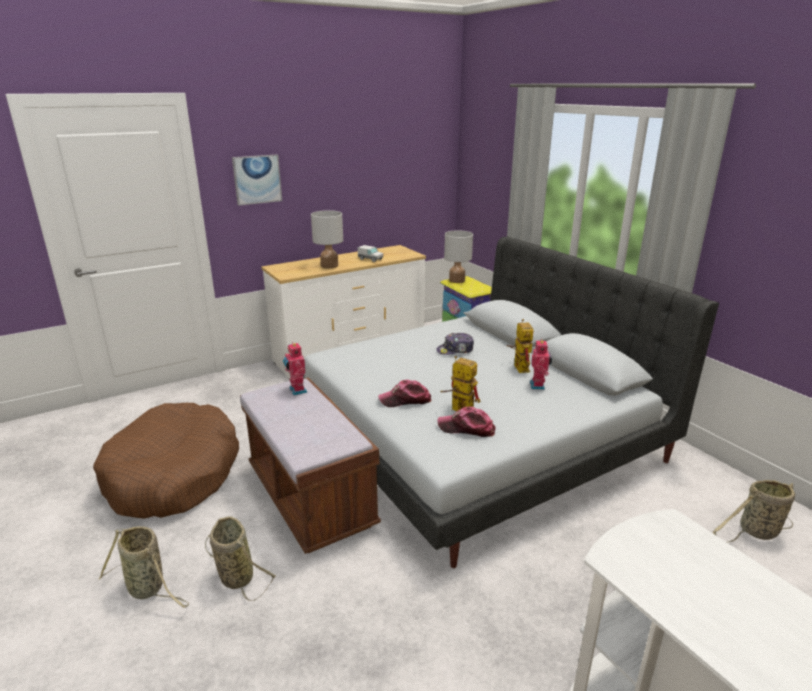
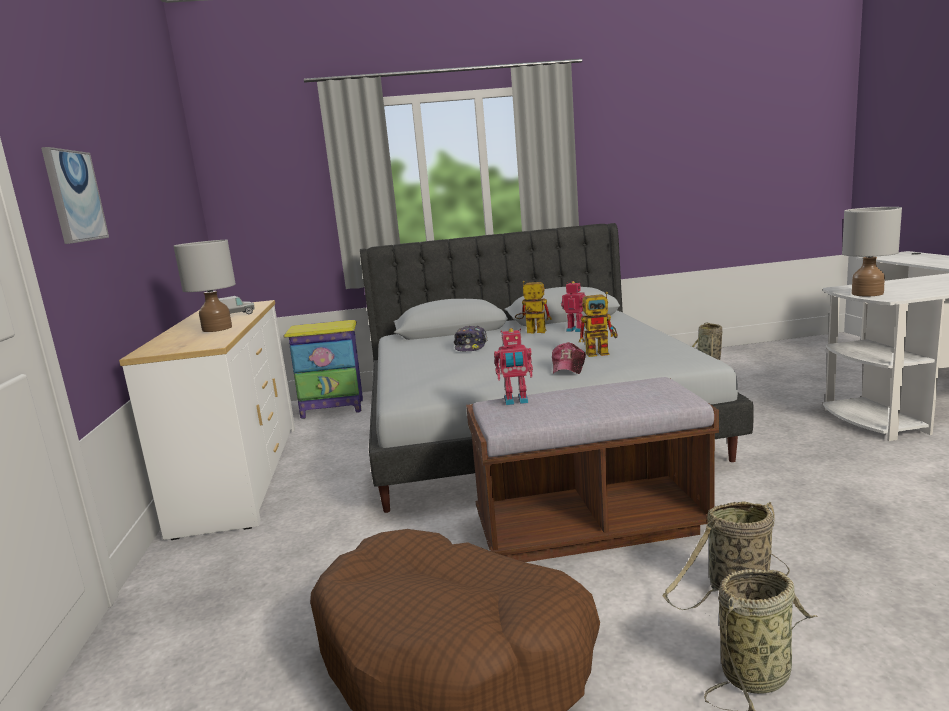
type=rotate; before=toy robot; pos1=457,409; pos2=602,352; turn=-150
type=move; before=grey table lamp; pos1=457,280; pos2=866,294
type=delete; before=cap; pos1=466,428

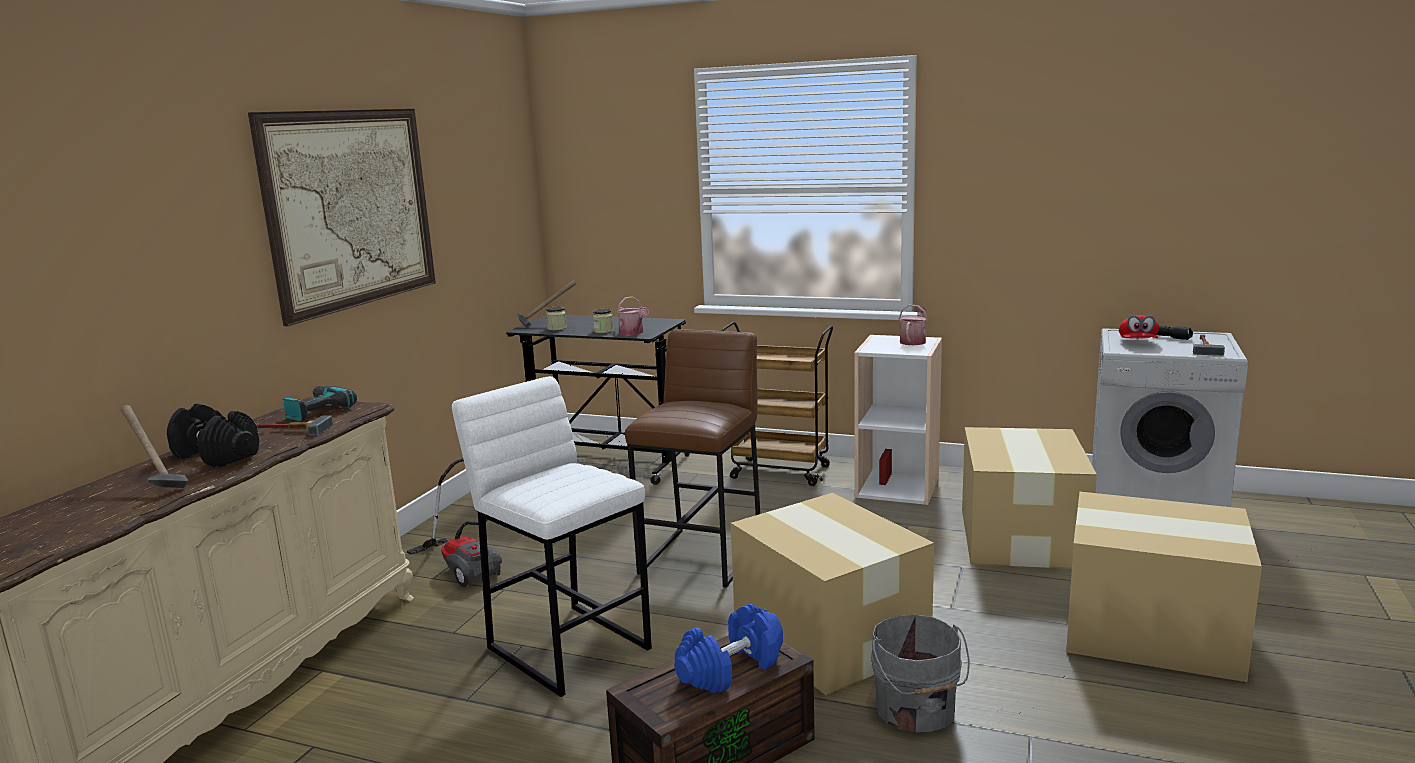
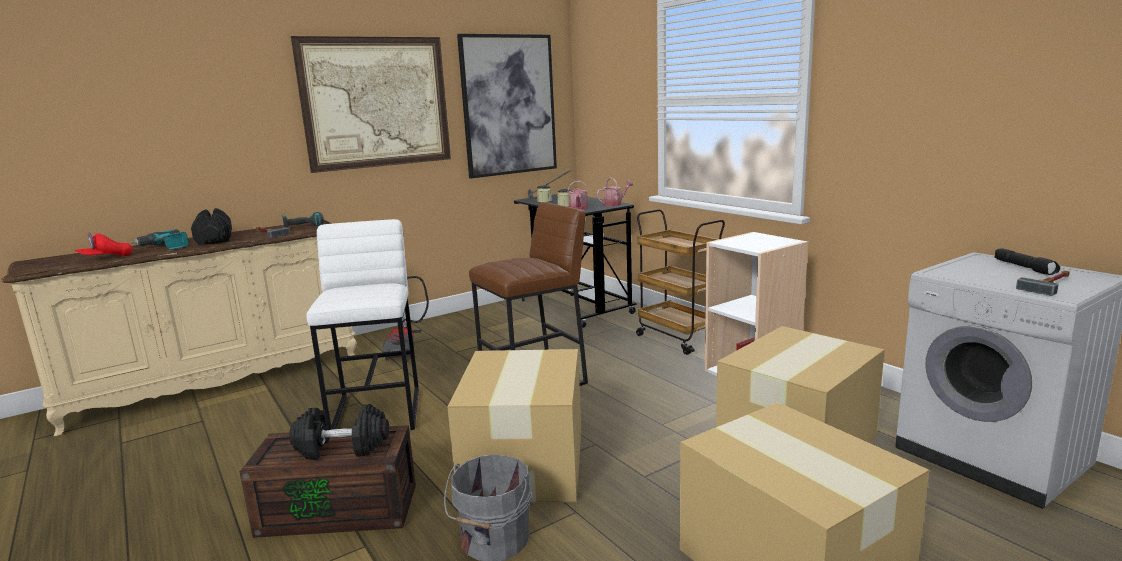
type=move; before=red cap; pos1=1138,343; pos2=106,258
type=replace; before=hammer; after=power drill; pos1=155,482; pos2=165,247
type=recolor; before=blue dumbbell; after=black dumbbell; pos1=730,669; pos2=342,448
type=insert; after=picture; pos2=508,105
type=move; before=watering can; pos1=913,341; pos2=614,204

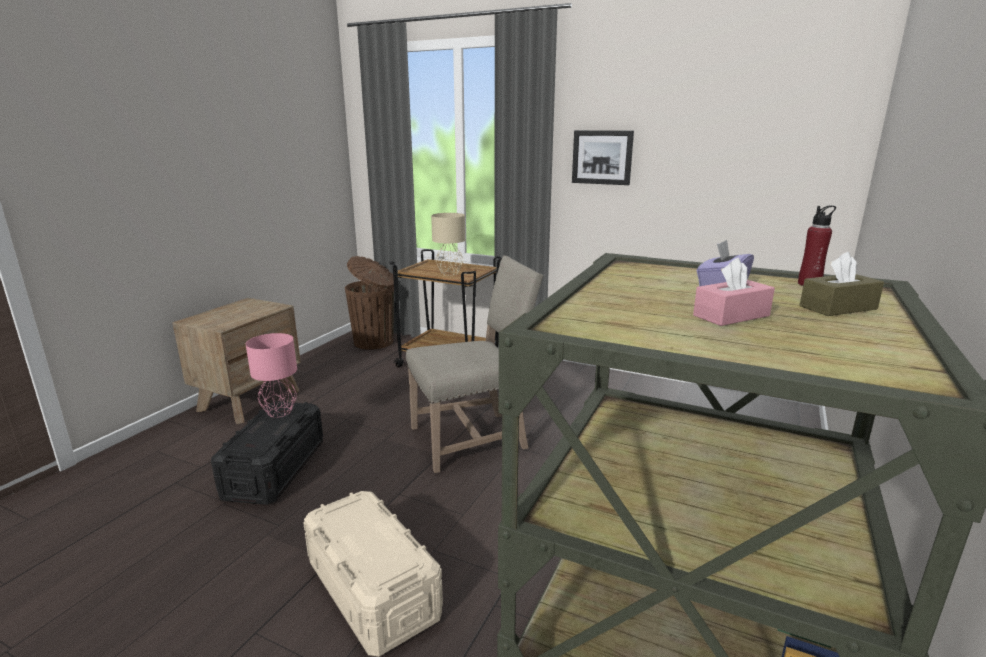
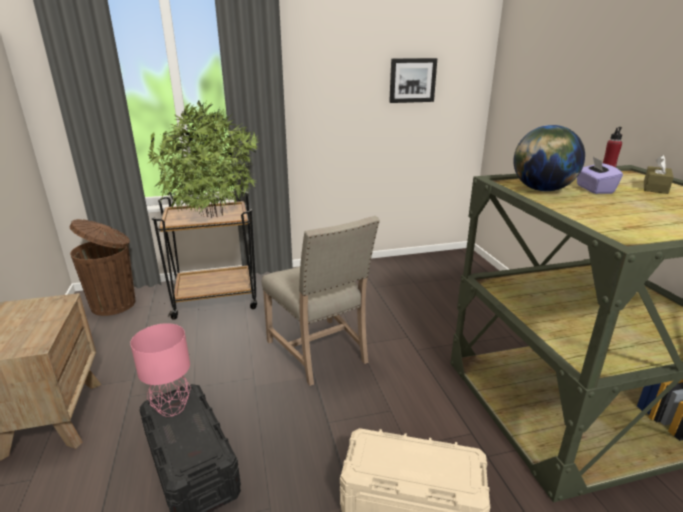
type=replace; before=beige table lamp; after=potted plant; pos1=450,273; pos2=213,216
type=rotate; before=beige chair; pos1=472,438; pos2=320,352; turn=120
type=move; before=picture; pos1=602,157; pos2=412,80
type=insert; after=globe; pos2=541,190
type=delete; before=pink tissue box; pos1=731,315

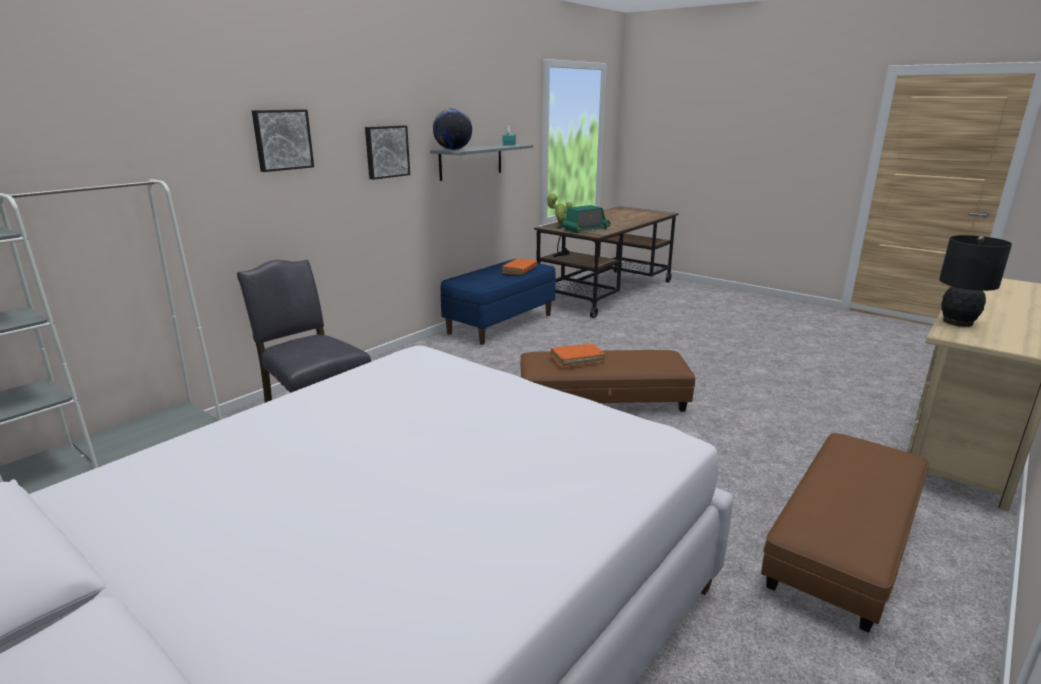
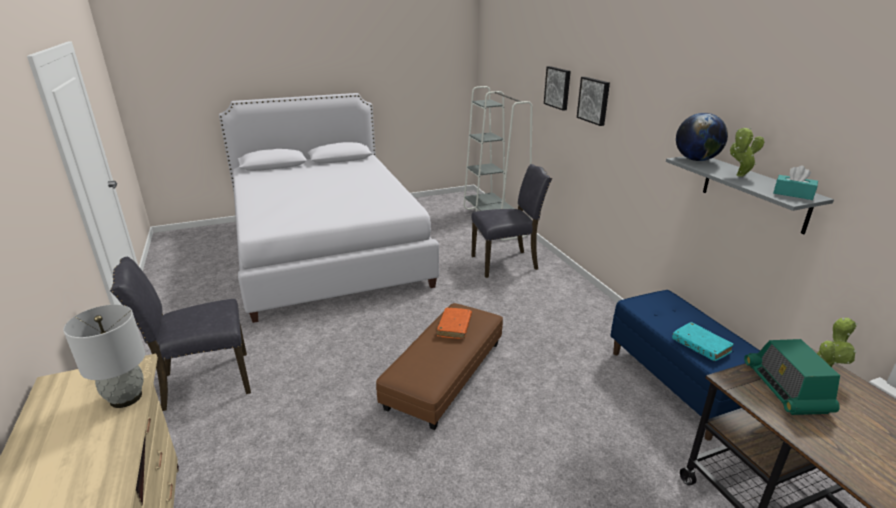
type=recolor; before=black table lamp; after=white table lamp; pos1=957,322; pos2=126,397
type=replace; before=brown ottoman; after=grey chair; pos1=844,542; pos2=203,382
type=move; before=picture; pos1=386,151; pos2=558,87
type=recolor; before=orange book; after=turquoise book; pos1=519,270; pos2=700,346
type=insert; after=potted plant; pos2=738,176

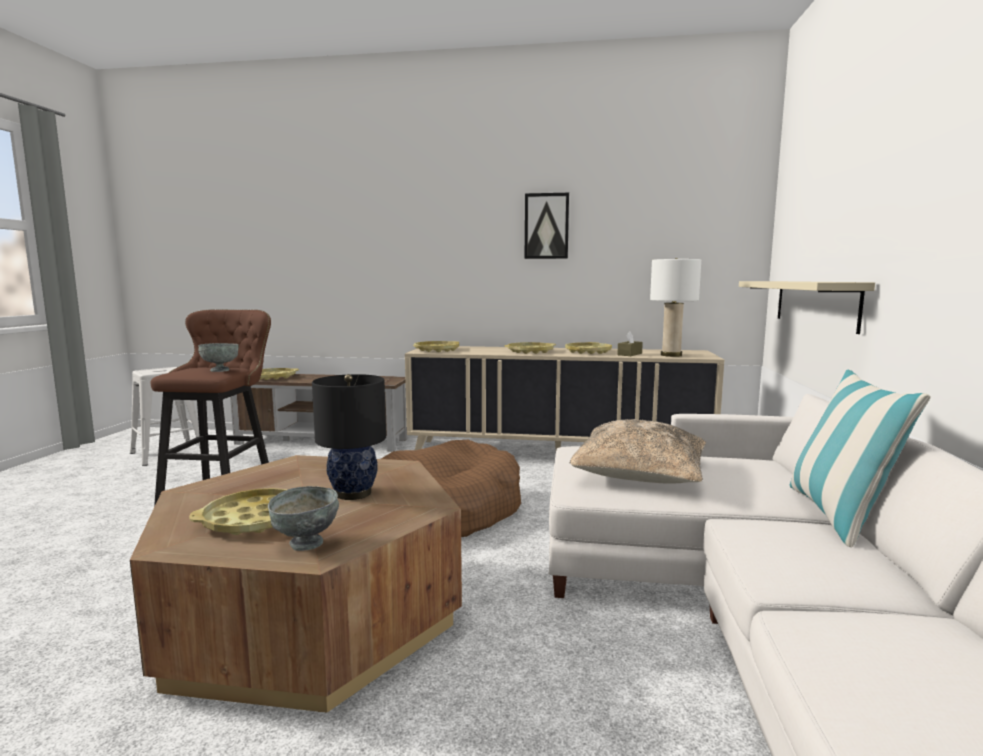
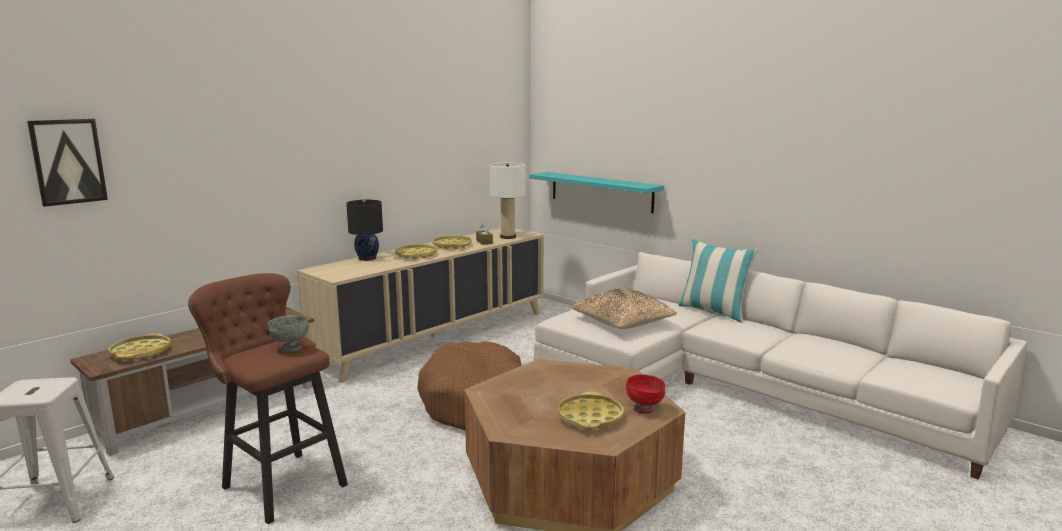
type=move; before=picture; pos1=546,226; pos2=68,161
type=move; before=black table lamp; pos1=353,493; pos2=367,258
type=recolor; before=beige shelf; after=turquoise shelf; pos1=814,303; pos2=601,191
type=recolor; before=grey bowl; after=red bowl; pos1=306,544; pos2=644,409
type=delete; before=yellow tray; pos1=436,350

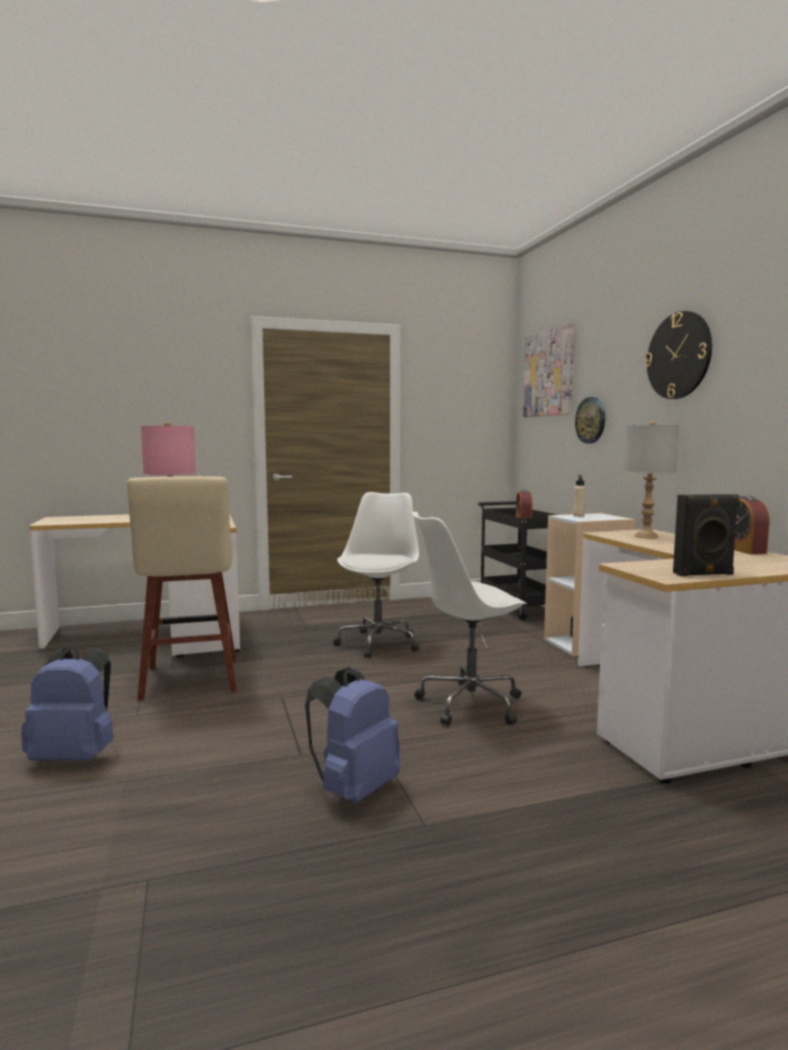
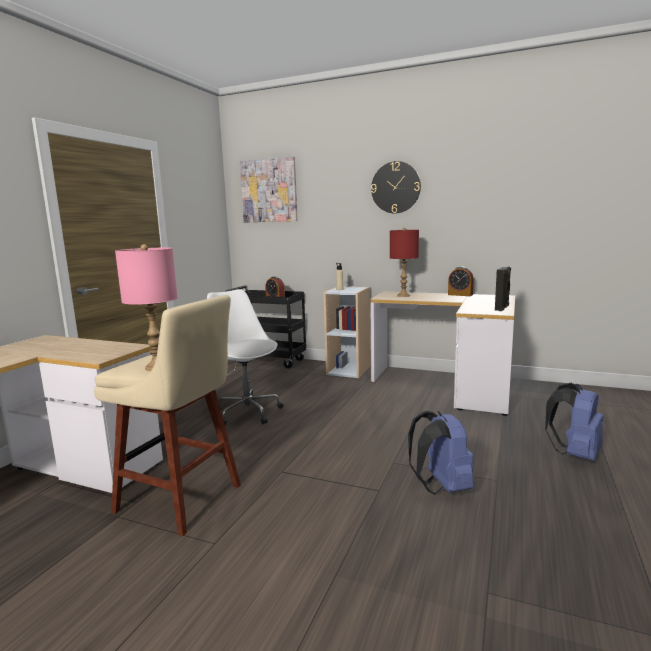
type=recolor; before=grey table lamp; after=red table lamp; pos1=647,536; pos2=403,295
type=move; before=blue backpack; pos1=76,756; pos2=575,454
type=delete; before=white office chair; pos1=467,705
type=delete; before=wall clock; pos1=591,420

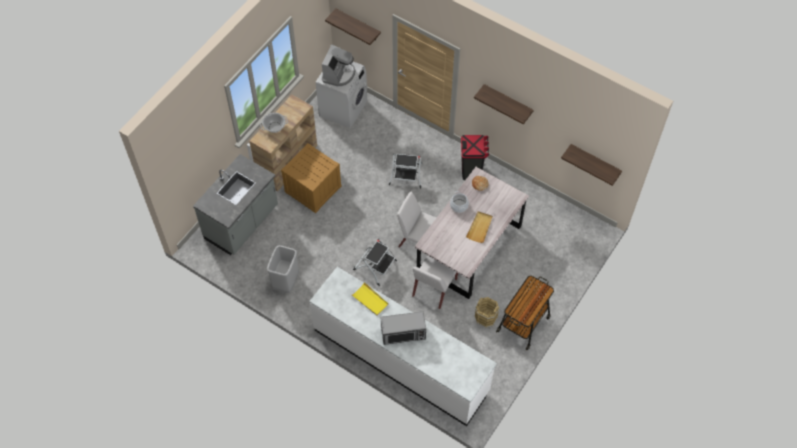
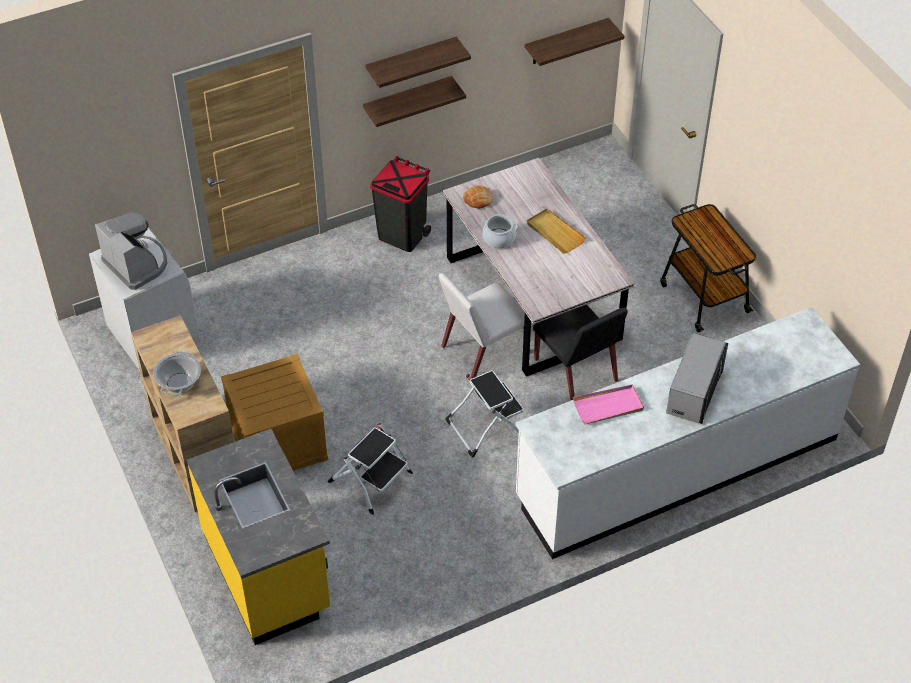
type=recolor; before=grey counter; after=yellow counter; pos1=242,223; pos2=268,572
type=move; before=step ladder; pos1=406,174; pos2=370,479
type=move; before=shelf; pos1=358,25; pos2=407,100
type=recolor; before=white chair; after=black chair; pos1=434,288; pos2=576,371
type=recolor; before=yellow tray; after=pink tray; pos1=370,300; pos2=608,406
type=delete; before=grey trash can; pos1=286,282
type=delete; before=brown bucket; pos1=486,317

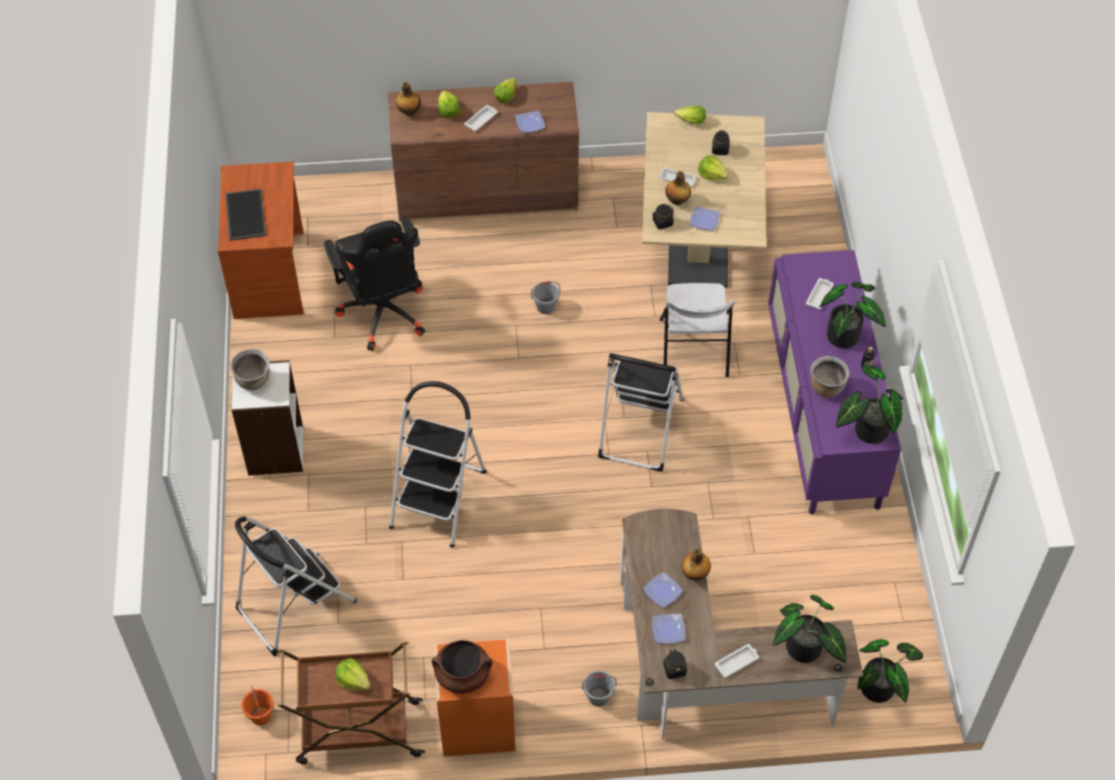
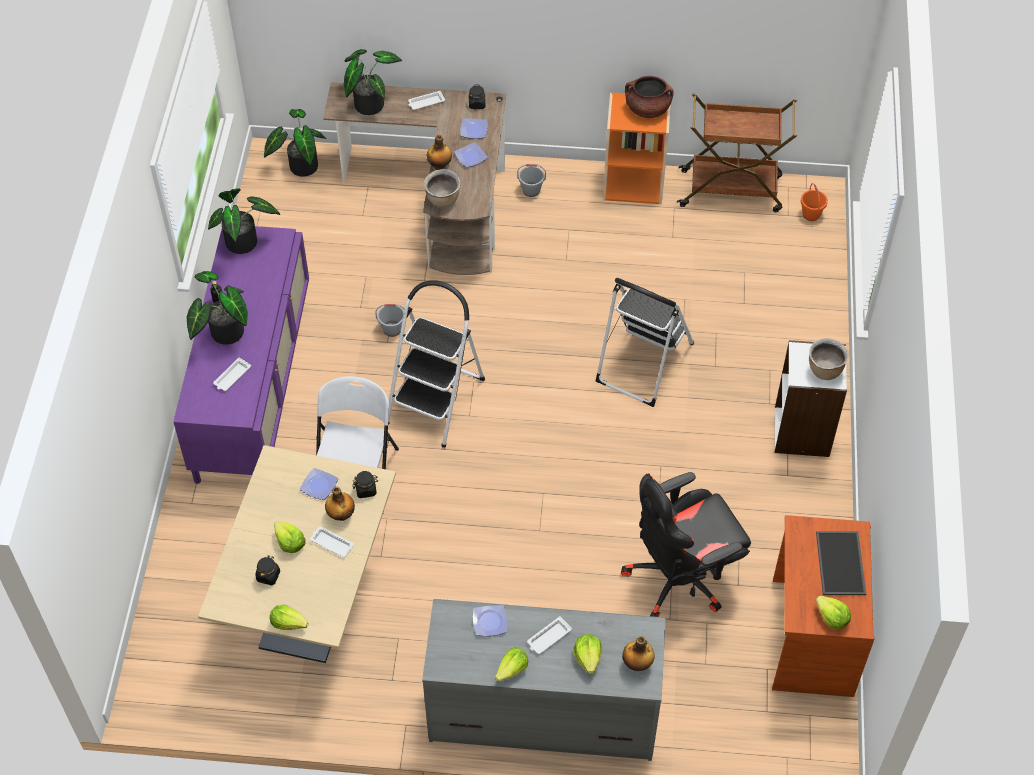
type=move; before=grey bucket; pos1=545,306; pos2=392,329
type=recolor; before=brown dresser; after=grey dresser; pos1=487,192; pos2=543,713
type=move; before=brown cooking pot; pos1=826,387; pos2=443,200
type=rotate; before=black office chair; pos1=381,307; pos2=685,575; turn=-105
type=move; before=lettuce; pos1=353,680; pos2=831,618
type=delete; before=step ladder; pos1=292,605

